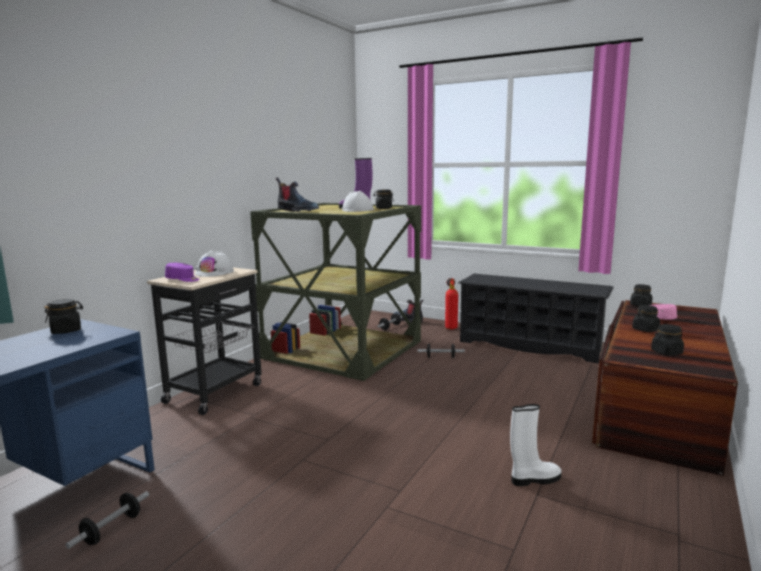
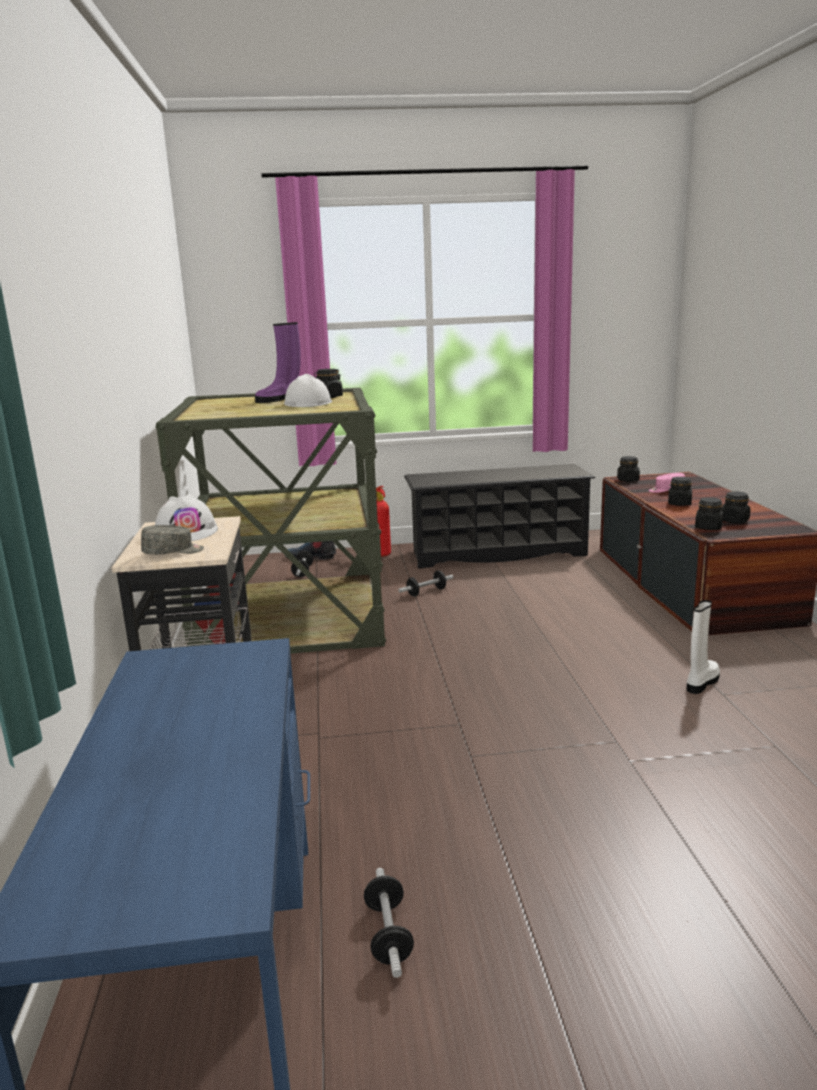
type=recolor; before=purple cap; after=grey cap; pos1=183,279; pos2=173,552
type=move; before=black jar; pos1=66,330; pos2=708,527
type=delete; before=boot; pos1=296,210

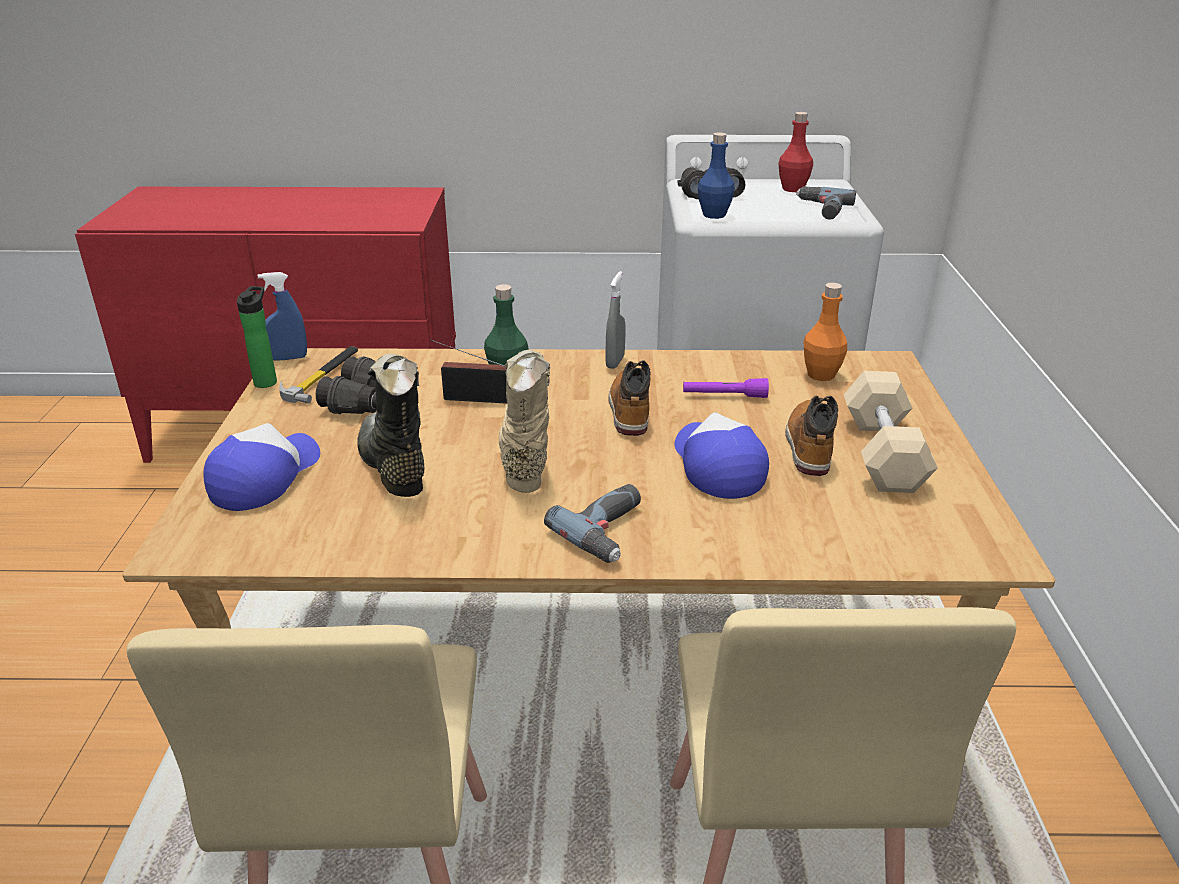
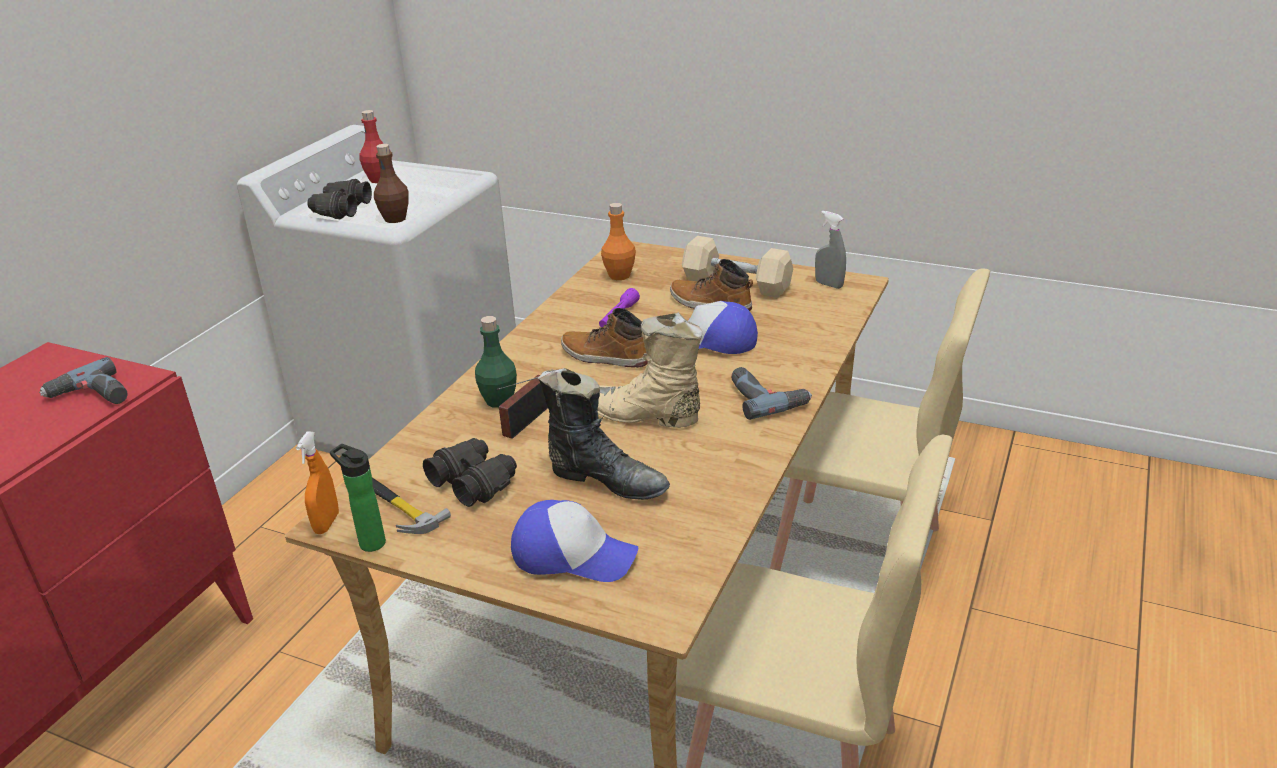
type=move; before=power drill; pos1=821,209; pos2=91,396
type=recolor; before=blue spray bottle; after=orange spray bottle; pos1=288,358; pos2=327,523
type=recolor; before=blue bottle; after=brown bottle; pos1=714,215; pos2=395,219
type=rotate; before=cap; pos1=265,477; pos2=573,555; turn=150
type=rotate; before=black boot; pos1=391,466; pos2=607,481; turn=-150
type=move; before=grey spray bottle; pos1=615,362; pos2=829,284

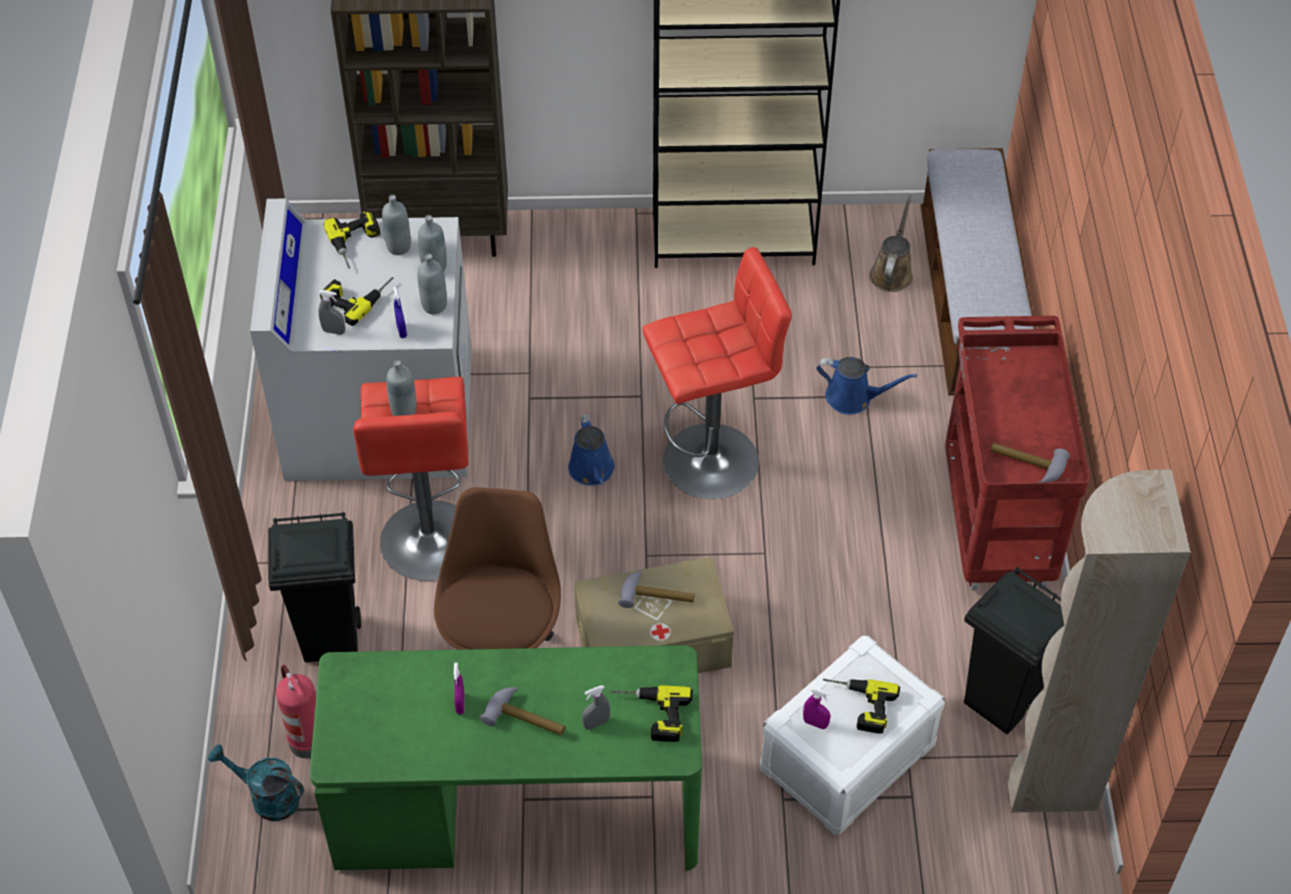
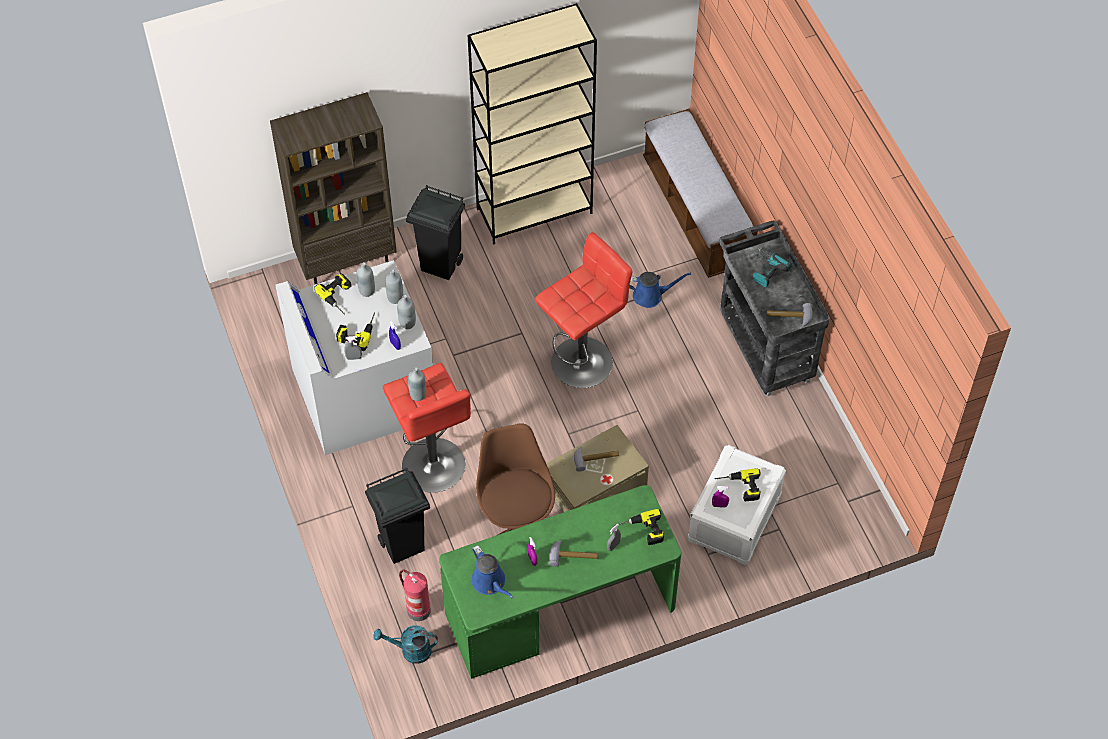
type=move; before=black trash can; pos1=1001,704; pos2=441,265
type=move; before=blue watering can; pos1=592,471; pos2=490,582
type=recolor; before=red cart; after=black cart; pos1=995,517; pos2=763,346
type=insert; after=power drill; pos2=766,270
type=delete; before=brown watering can; pos1=892,272
type=delete; before=beige bookcase; pos1=1049,782

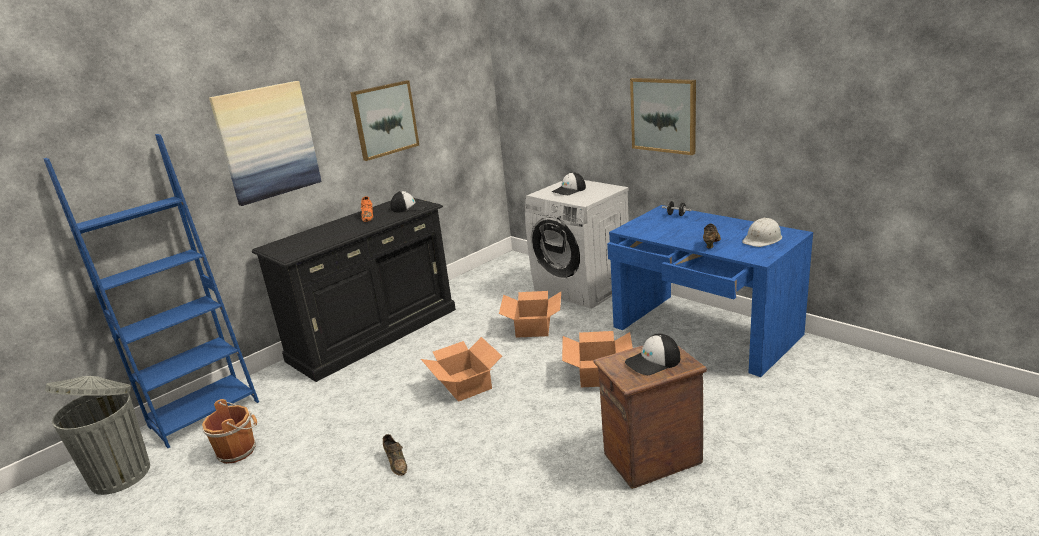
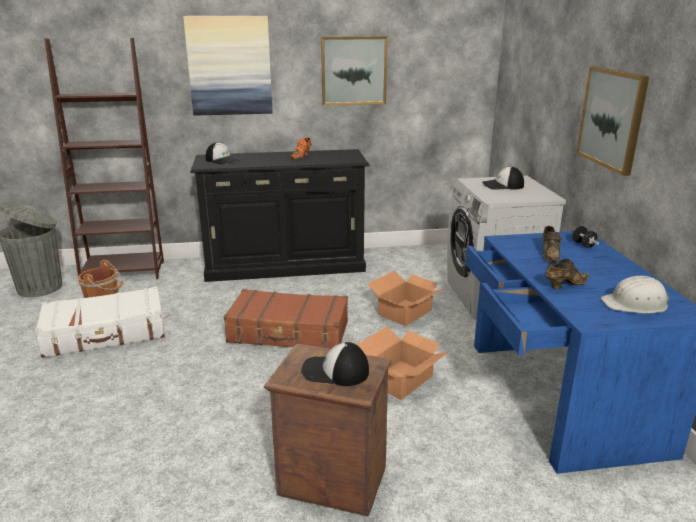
type=insert; after=white suitcase; pos2=106,333
type=recolor; before=blue bookcase; after=brown bookcase; pos1=204,414; pos2=123,272
type=move; before=cap; pos1=409,207; pos2=223,160
type=replace; before=cardboard box; after=brown suitcase; pos1=465,383; pos2=289,332
type=move; before=brown shoe; pos1=396,463; pos2=549,255

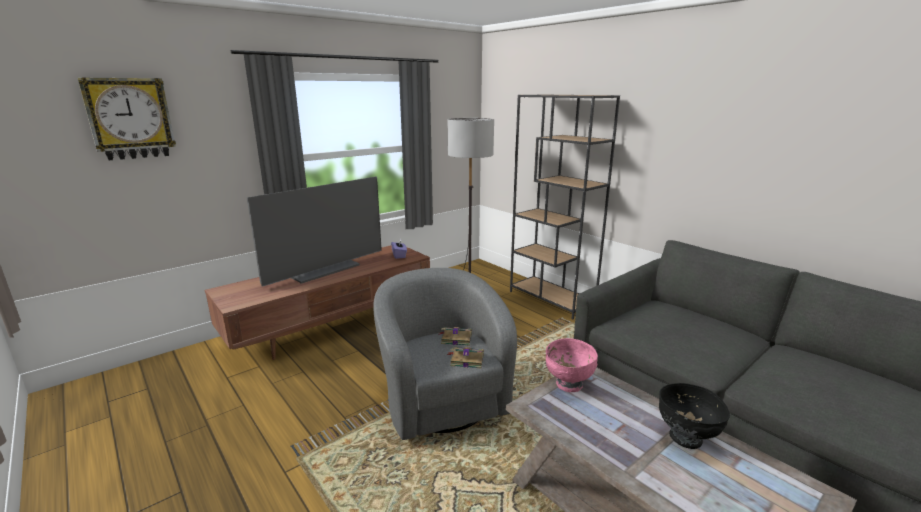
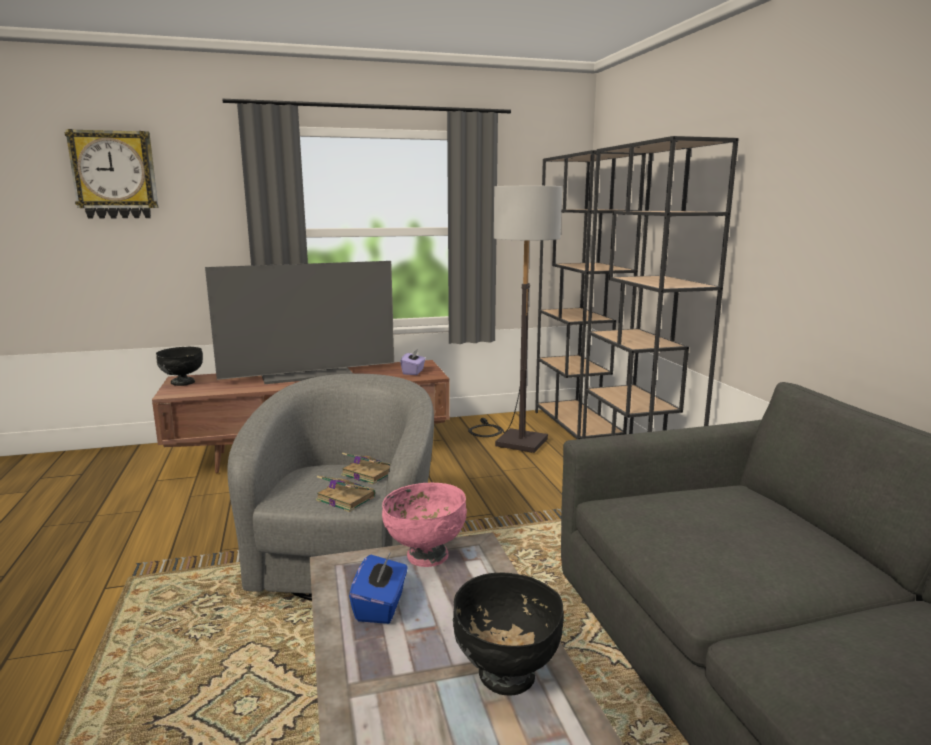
type=insert; after=black bowl; pos2=182,383
type=insert; after=blue tissue box; pos2=381,606
type=insert; after=bookcase; pos2=578,427

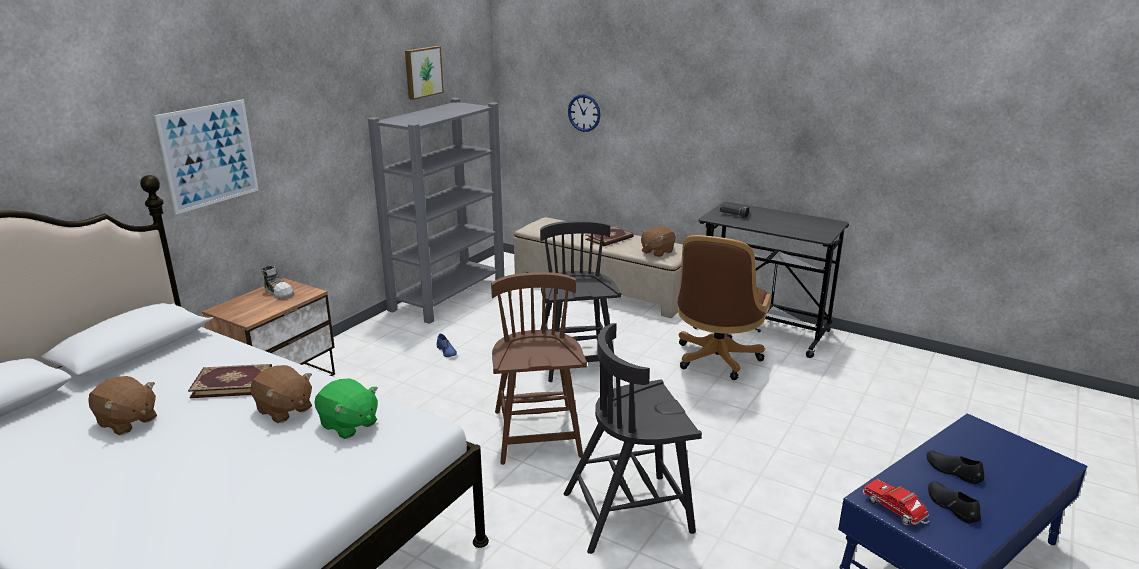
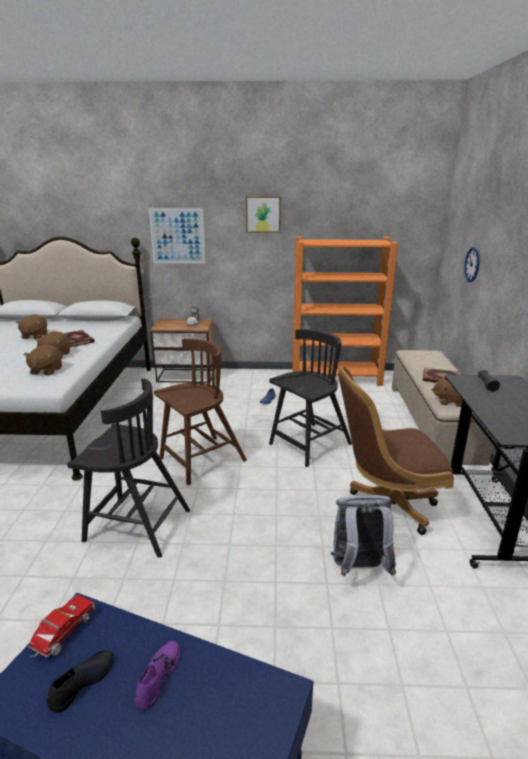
type=recolor; before=green plush toy; after=brown plush toy; pos1=349,425; pos2=46,371
type=rotate; before=black chair; pos1=630,511; pos2=135,524; turn=150
type=recolor; before=black shoe; after=purple shoe; pos1=953,471; pos2=157,677
type=move; before=picture; pos1=422,72; pos2=263,214
type=recolor; before=grey bookcase; after=orange bookcase; pos1=448,295; pos2=336,377
type=insert; after=grey backpack; pos2=359,568

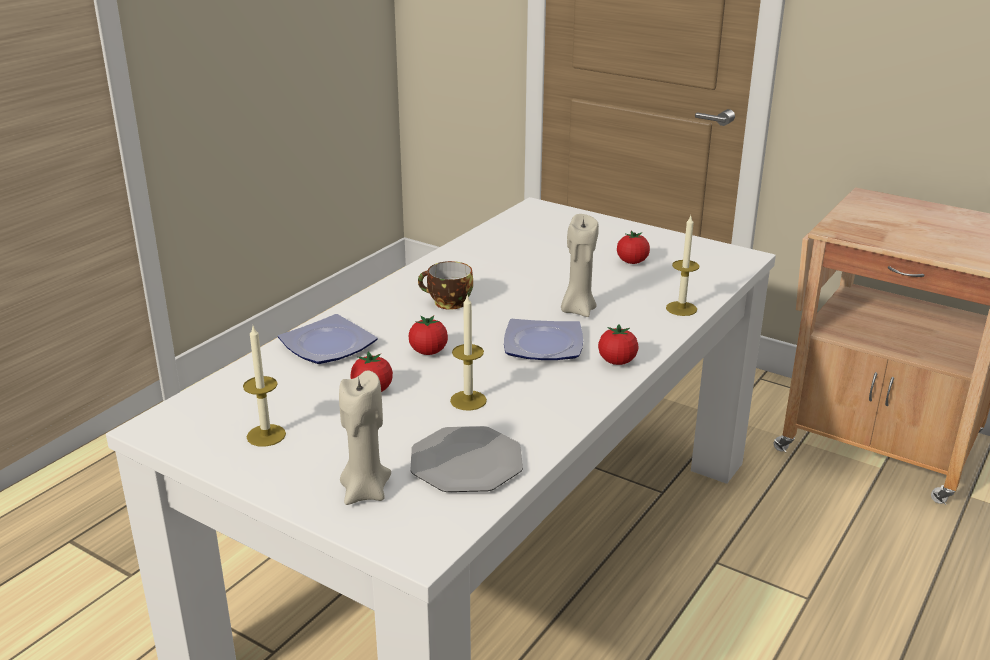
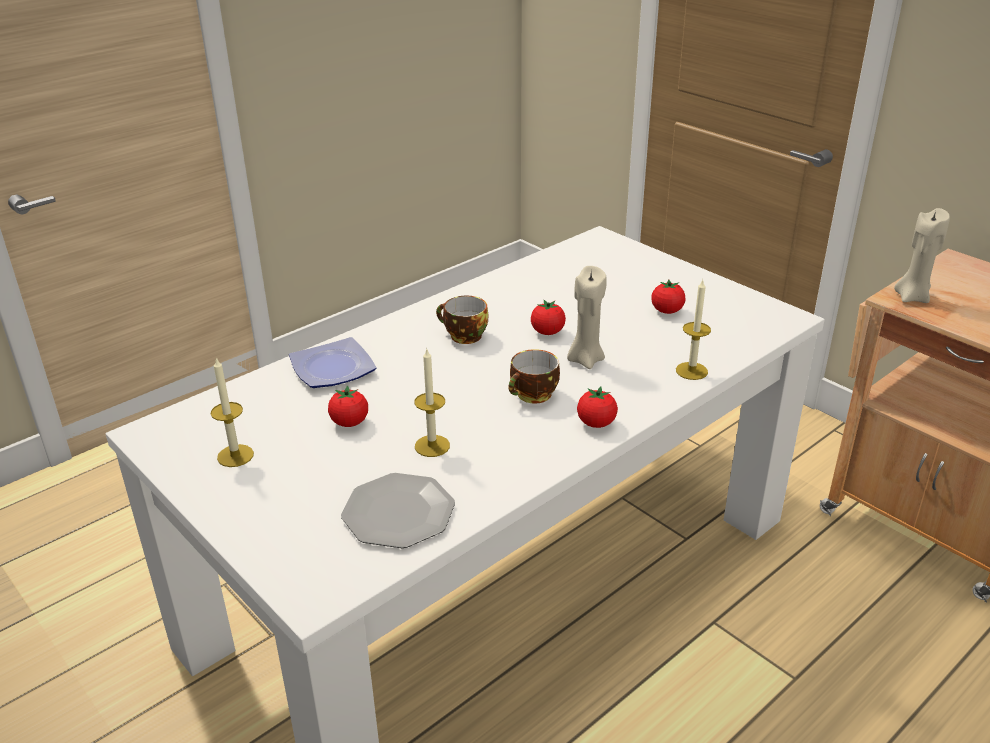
type=replace; before=plate; after=cup; pos1=544,346; pos2=533,396
type=move; before=tomato; pos1=428,352; pos2=547,332
type=move; before=beige candle; pos1=365,492; pos2=912,297

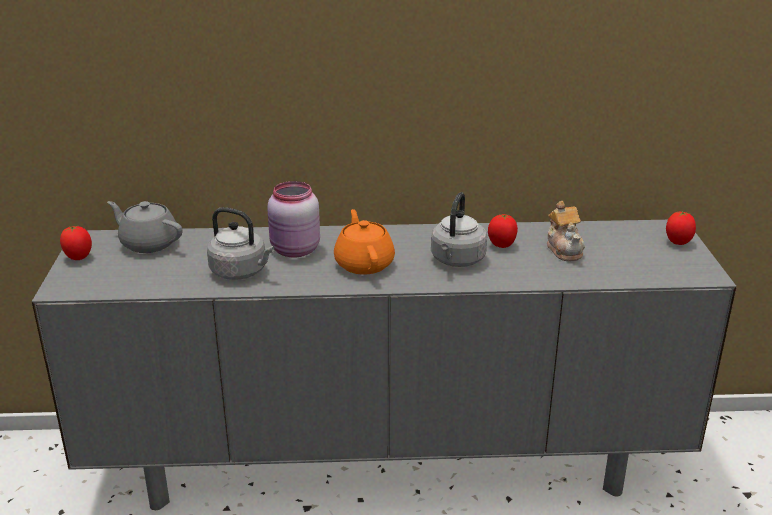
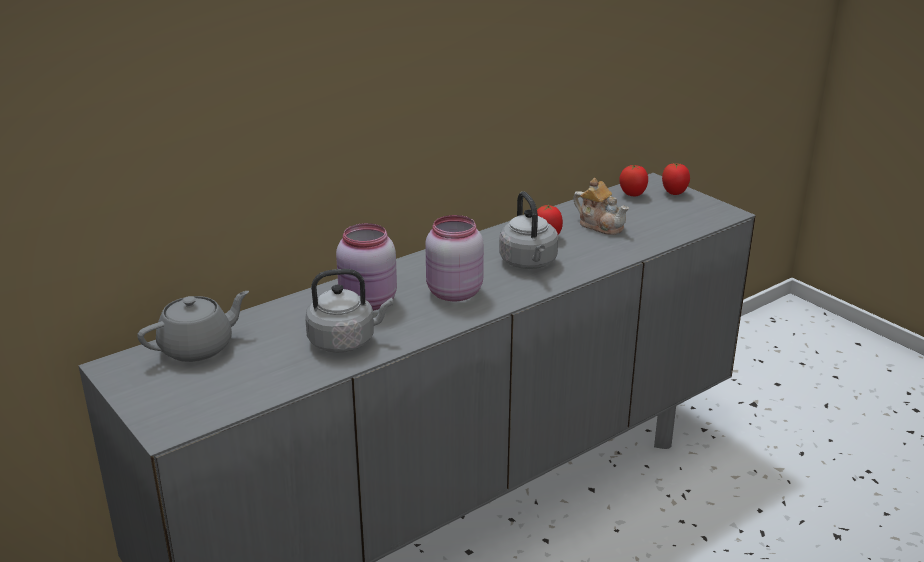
type=rotate; before=grey teapot; pos1=149,243; pos2=198,348; turn=150
type=replace; before=orange teapot; after=pink jar; pos1=364,264; pos2=452,293
type=move; before=tomato; pos1=78,258; pos2=632,195

